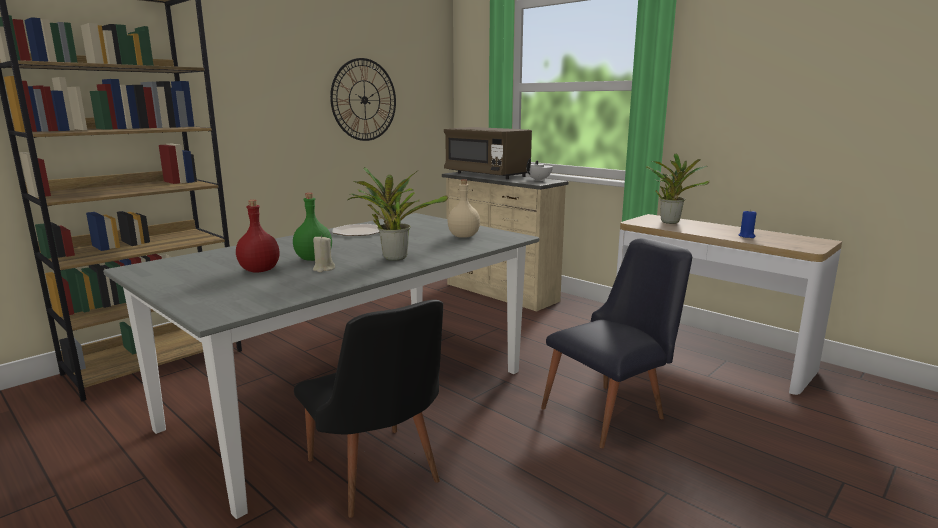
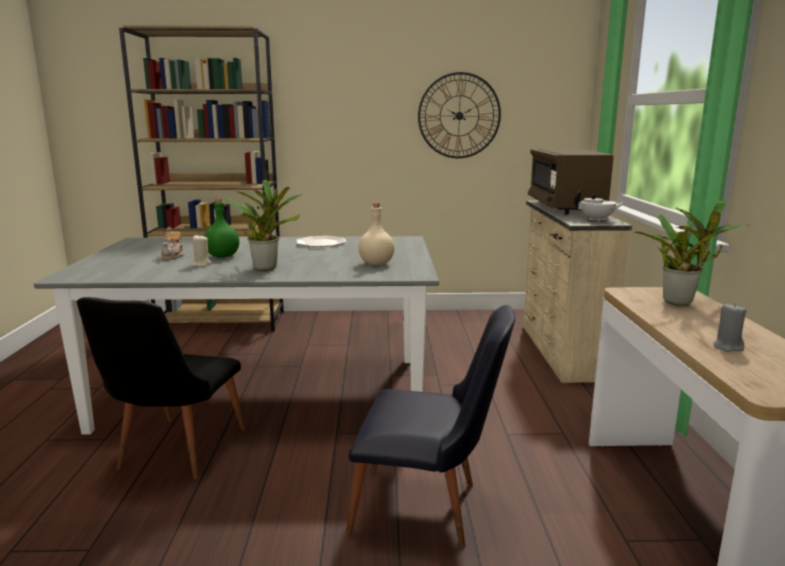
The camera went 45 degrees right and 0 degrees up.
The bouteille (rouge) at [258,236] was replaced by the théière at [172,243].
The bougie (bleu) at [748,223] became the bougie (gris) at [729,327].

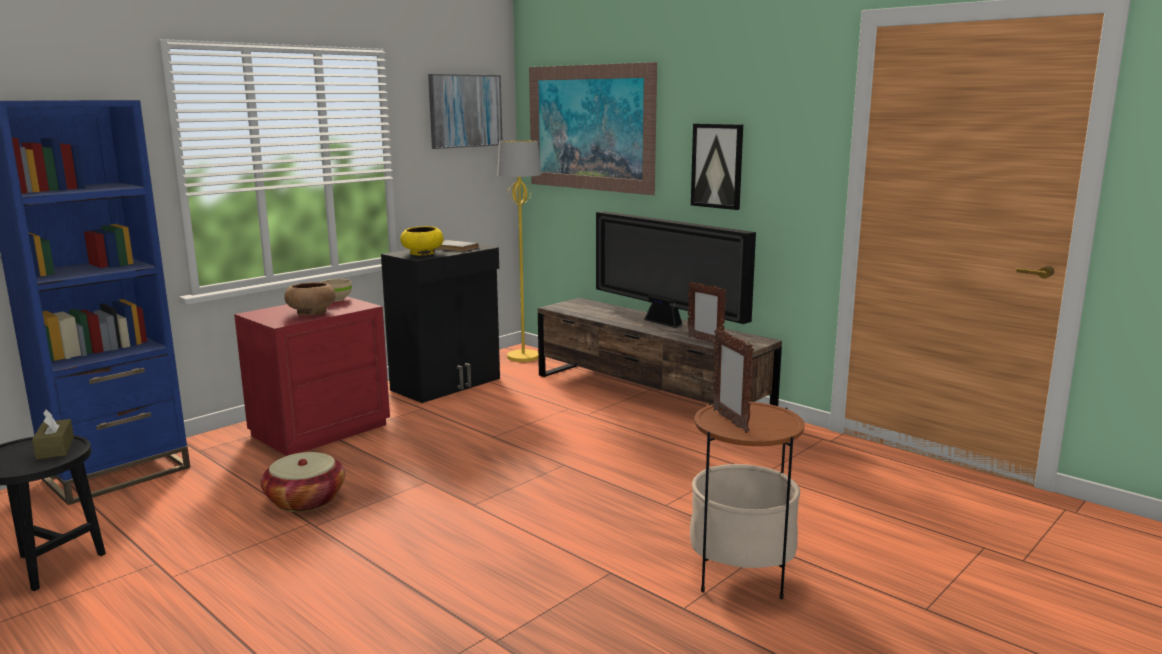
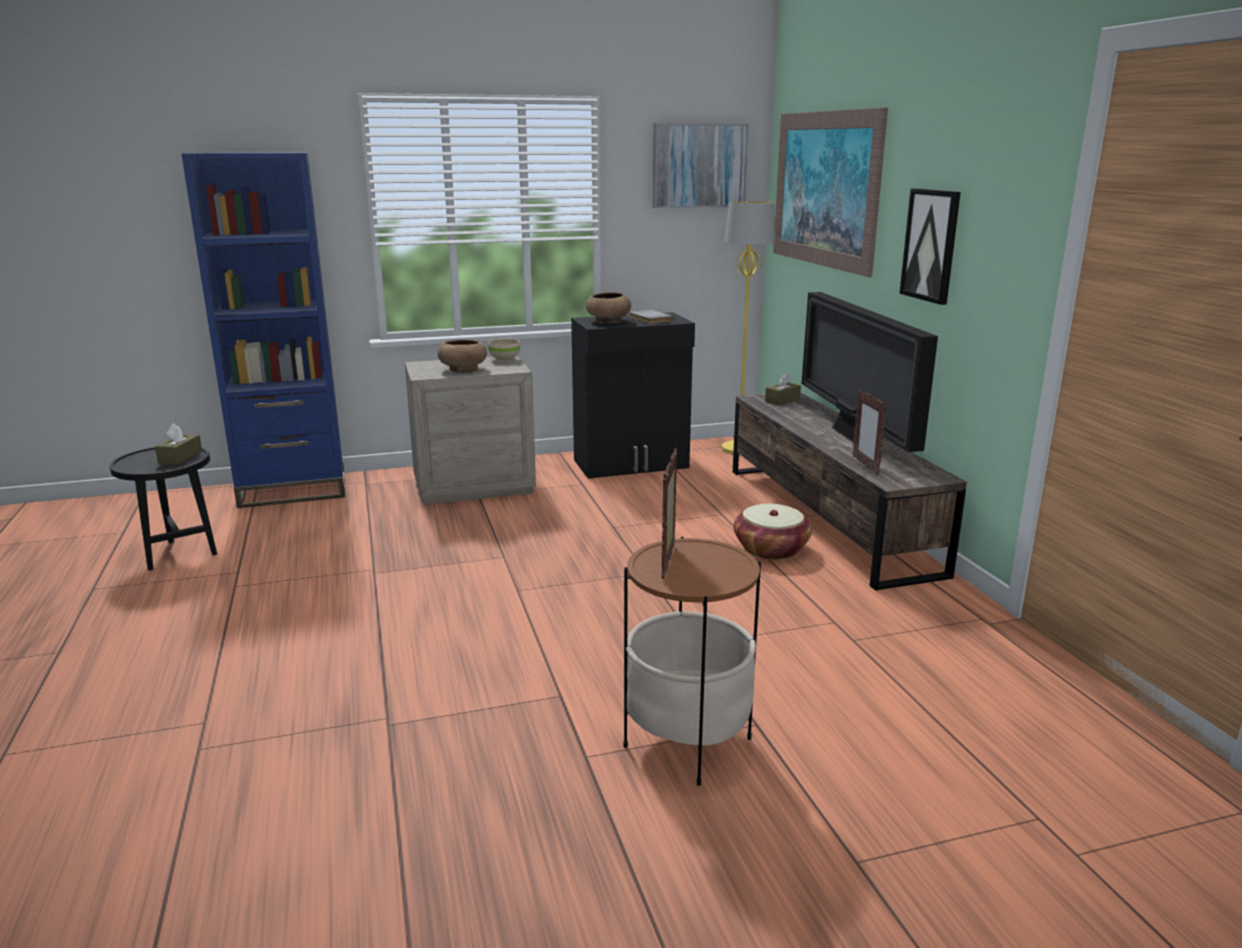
The camera went 30 degrees right and 5 degrees up.
The table de chevet (rouge) at [312,376] became the table de chevet (beige) at [470,430].
The bol (jaune) at [422,240] became the bol (marron) at [608,308].
The panier moved from [303,482] to [773,532].
The boîte à mouchoirs (marron) at [783,389] appeared.

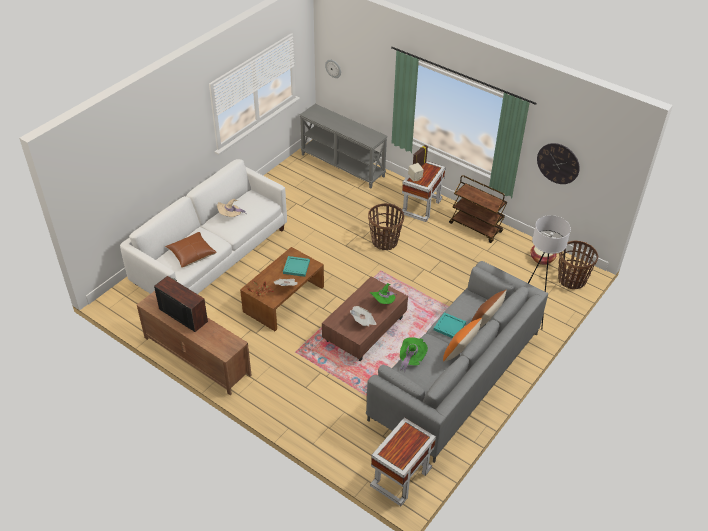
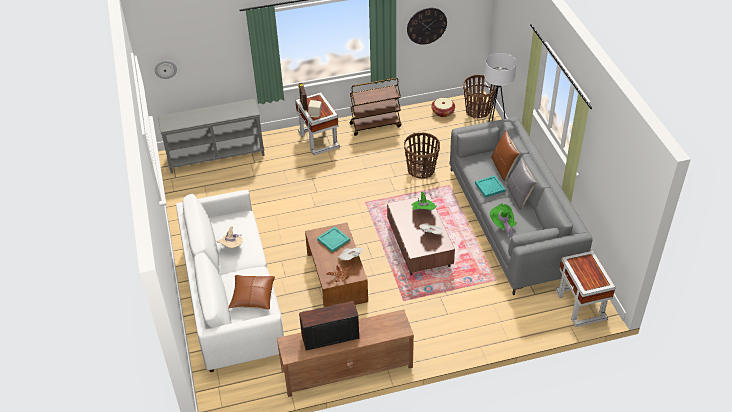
The camera went 50 degrees left and 0 degrees up.
The panier moved from [386,226] to [422,156].
The coussin (orange) at [463,339] became the coussin (gris) at [521,183].

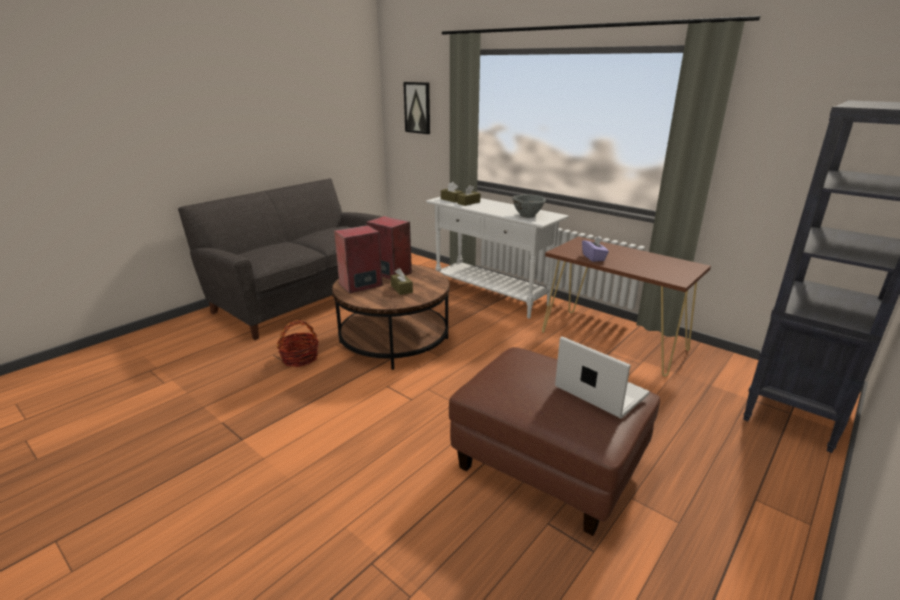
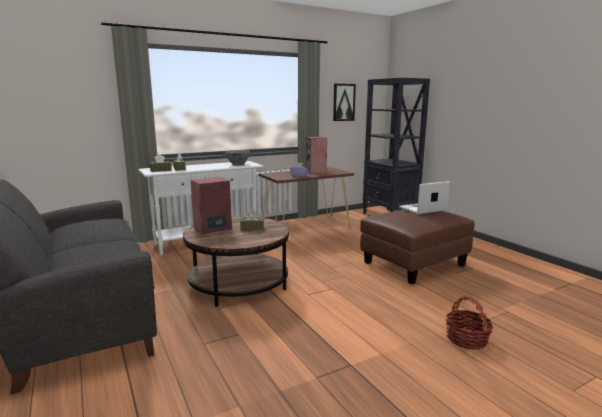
The camera went 70 degrees left and 10 degrees down.
The enceinte moved from [358,259] to [316,155].
The tableau moved from [416,108] to [344,102].
The panier moved from [298,343] to [470,322].

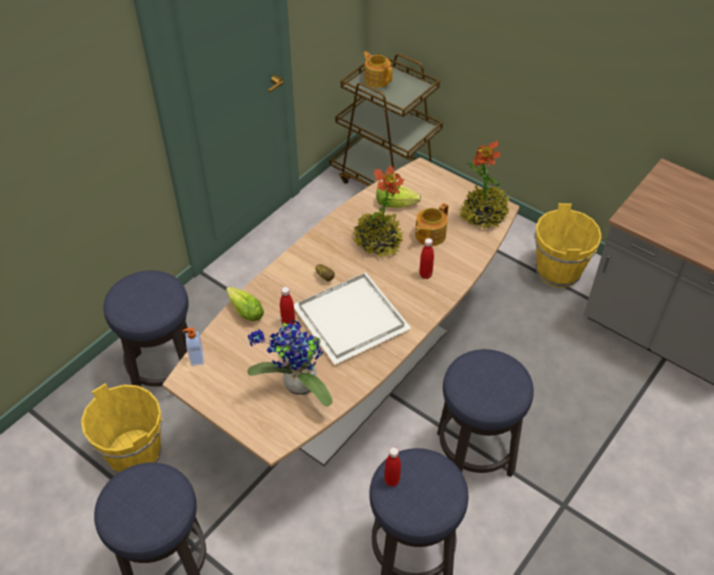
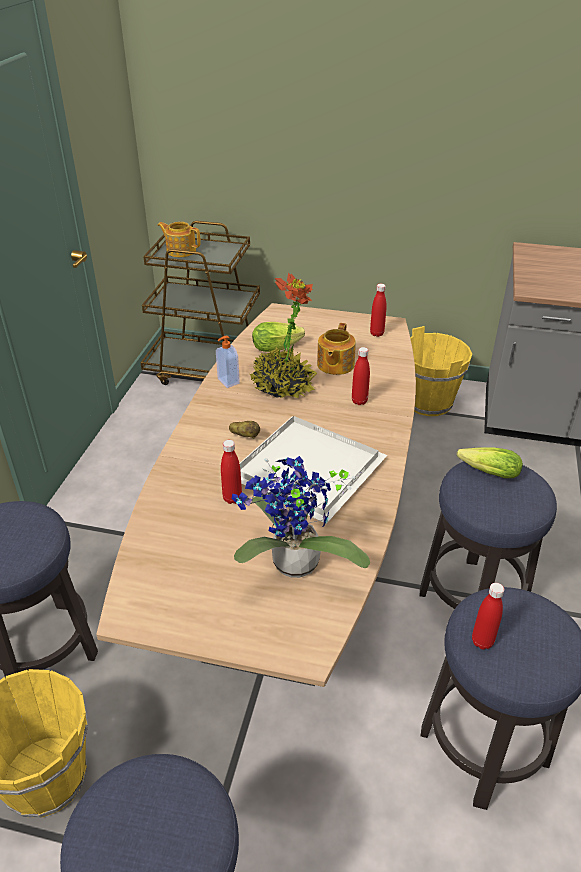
The camera went 25 degrees left and 10 degrees down.
The distributeur de savon moved from [193,347] to [228,362].
The plante en pot at [484,184] was replaced by the bouteille (rouge) at [378,310].
The laitue moved from [245,304] to [490,462].

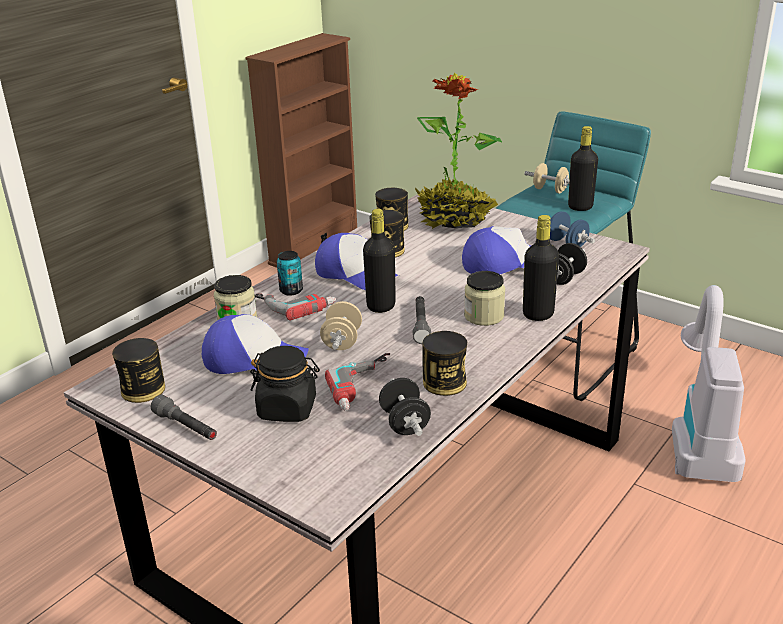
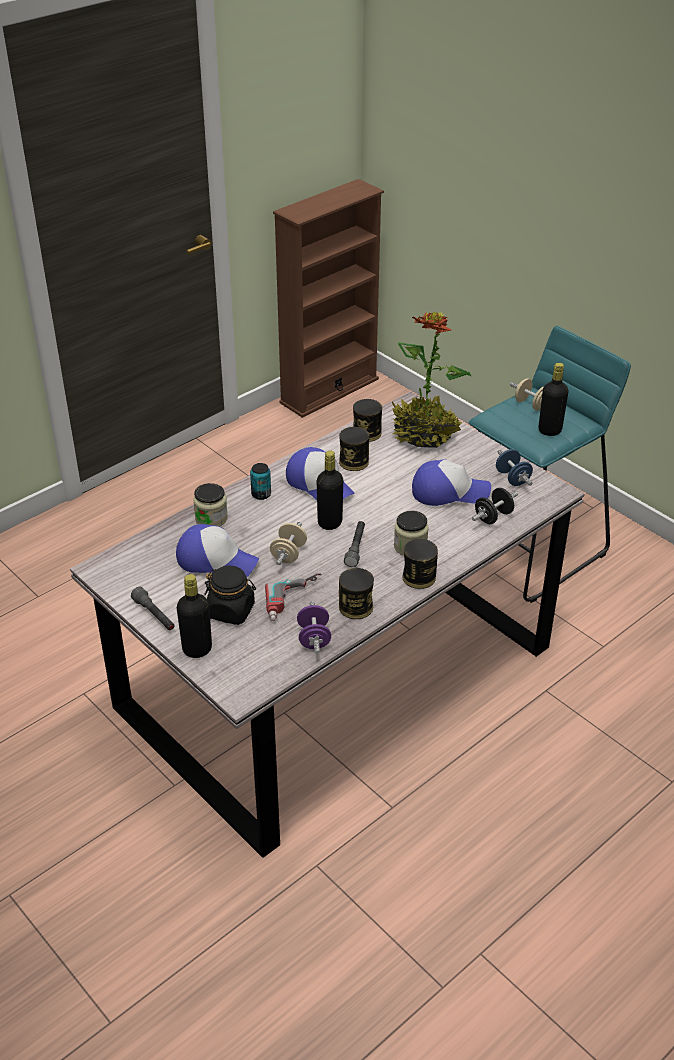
The camera went 10 degrees right and 10 degrees up.
The bouteille (noir) moved from [541,268] to [194,616].
The haltère (noir) at [405,407] became the haltère (violet) at [314,627].
The boîte métallique moved from [138,370] to [420,564].
The perceuse at [295,307] disappeared.
The aspirateur at [709,383] disappeared.

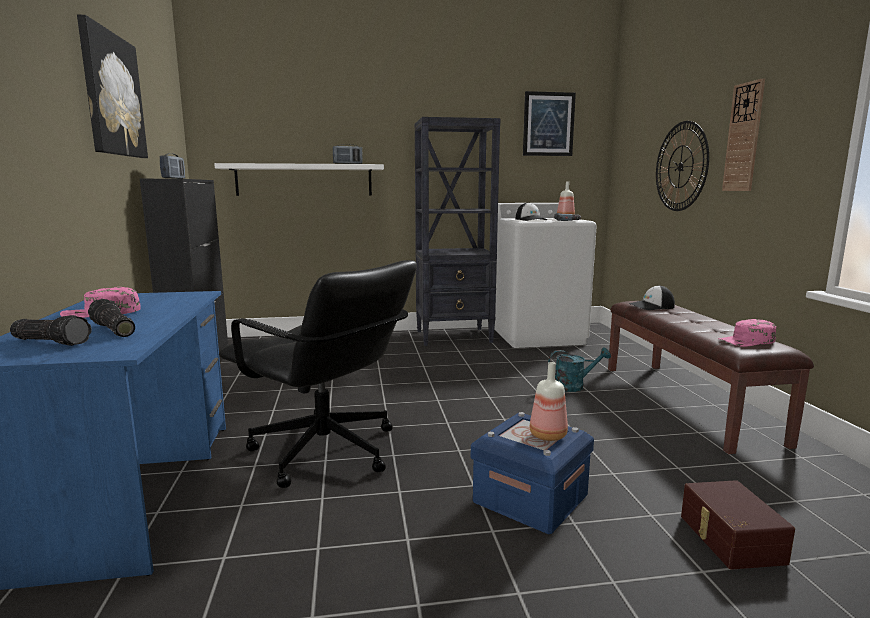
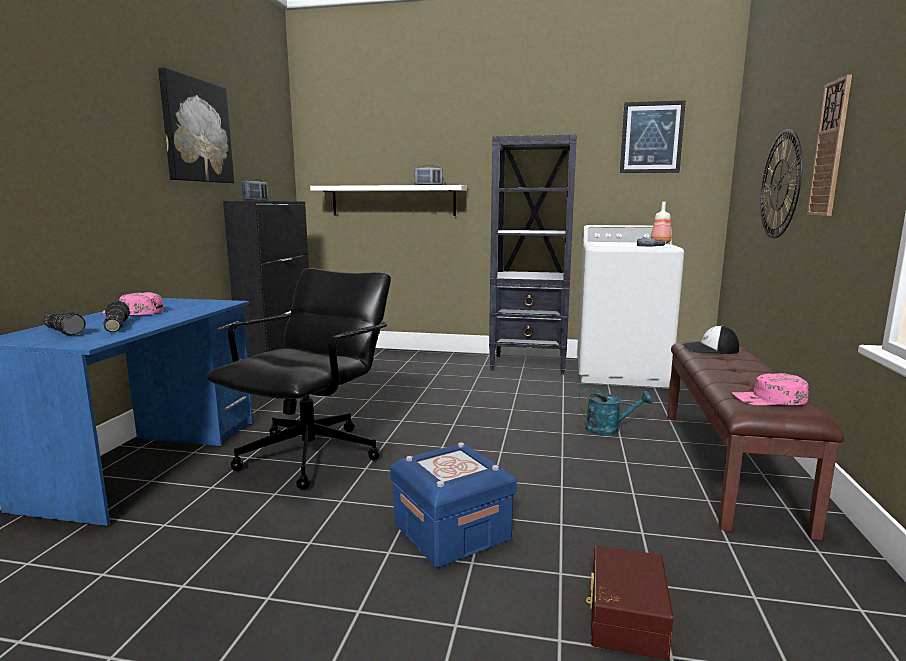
The camera went 20 degrees right and 0 degrees up.
The chaise de bureau (noir) at [318,374] turned 120 degrees counterclockwise.
The casquette at [531,211] disappeared.
The bouteille at [549,401] disappeared.

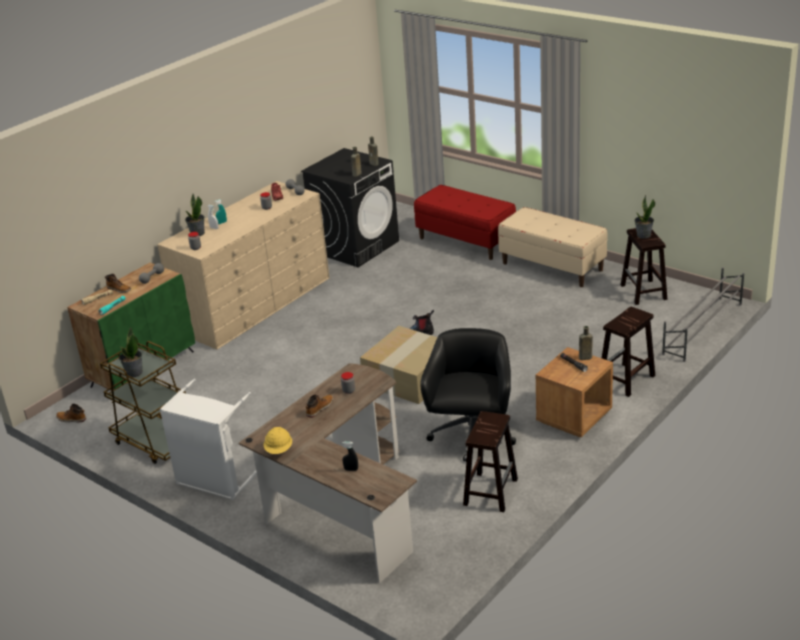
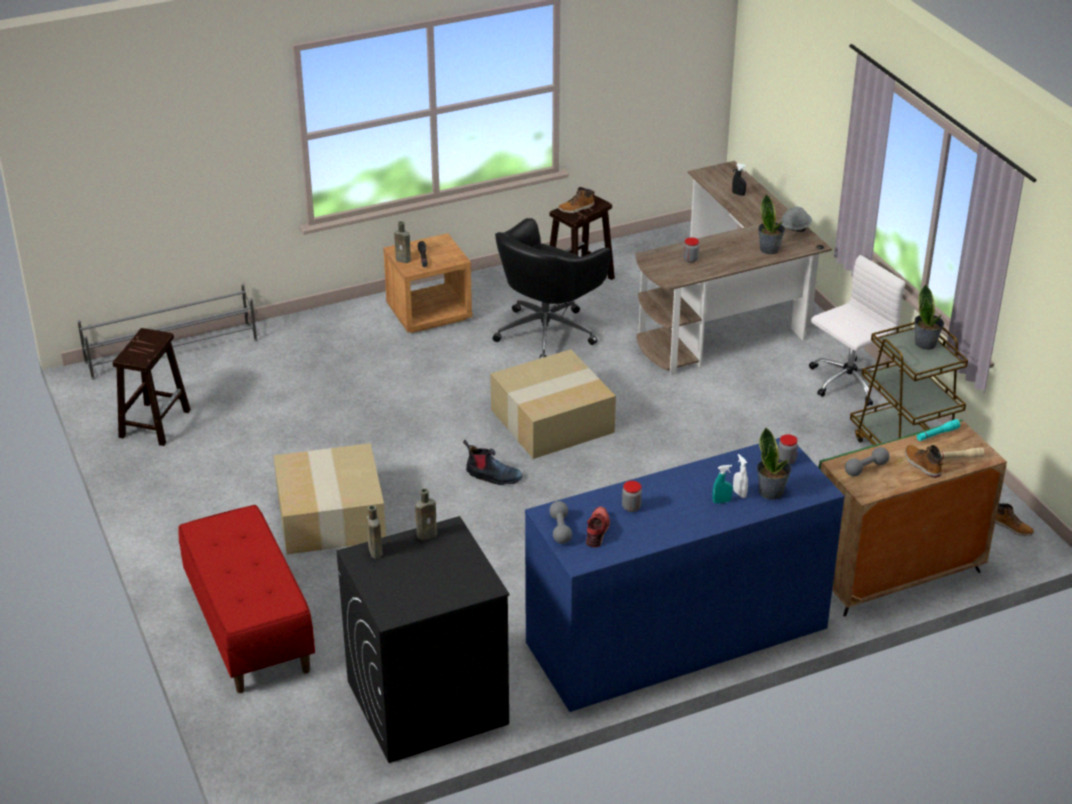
The camera went 155 degrees left and 5 degrees up.
The carton at [329,499] appeared.
The commode (beige) at [243,265] became the commode (bleu) at [684,575].
The botte moved from [319,406] to [576,200].
The plante en pot moved from [645,217] to [771,224].
The casque de chantier (jaune) at [278,440] became the casque de chantier (gris) at [796,219].
The panier à linge (blanc) at [208,439] was replaced by the chaise de bureau (blanc) at [857,330].
The banc (beige) at [553,247] disappeared.
The tabouret (marron) at [628,352] disappeared.

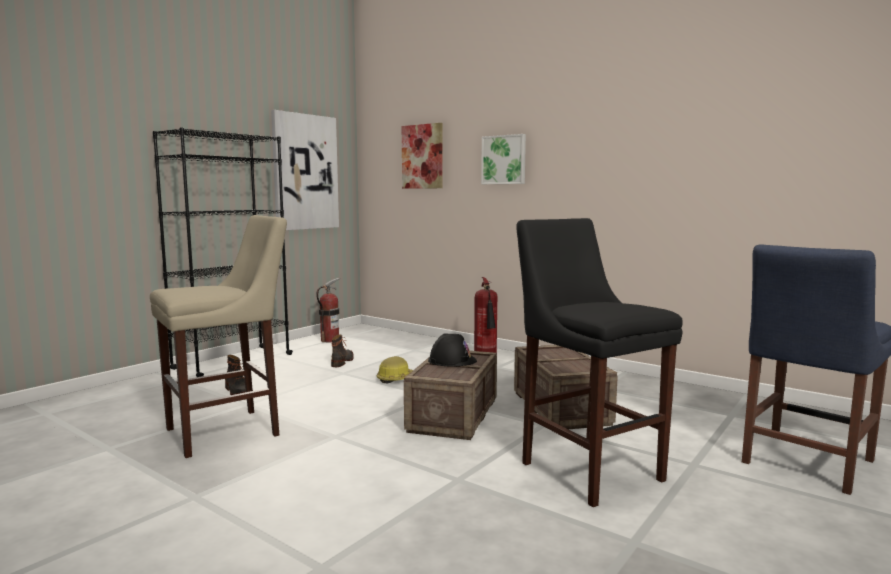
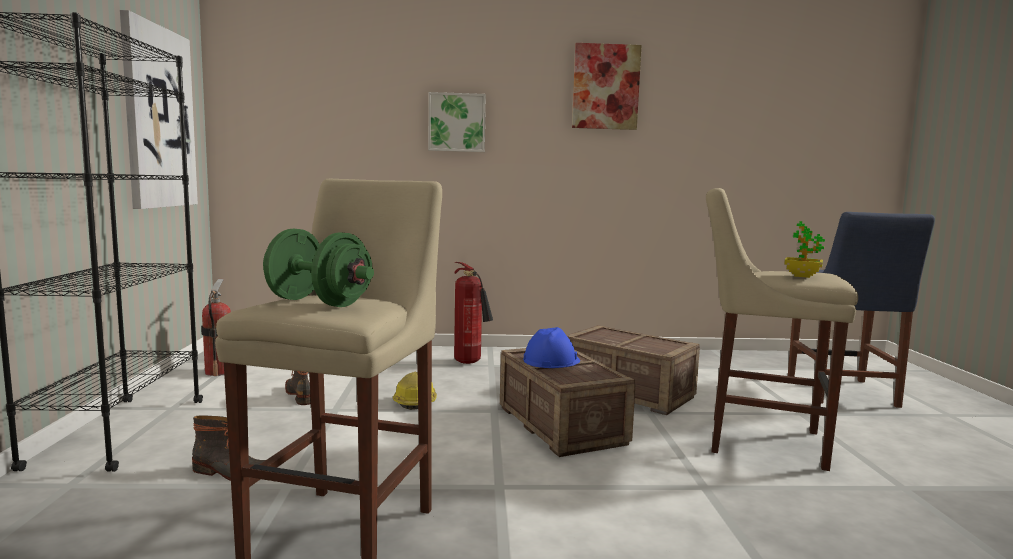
The camera went 40 degrees left and 0 degrees up.
The haltère (vert) at [318,268] appeared.
The casque de chantier (noir) at [452,350] became the casque de chantier (bleu) at [551,347].
The tableau moved from [422,156] to [607,86].
The tabouret (noir) at [599,362] became the tabouret (beige) at [782,329].
The plante en pot at [804,249] appeared.

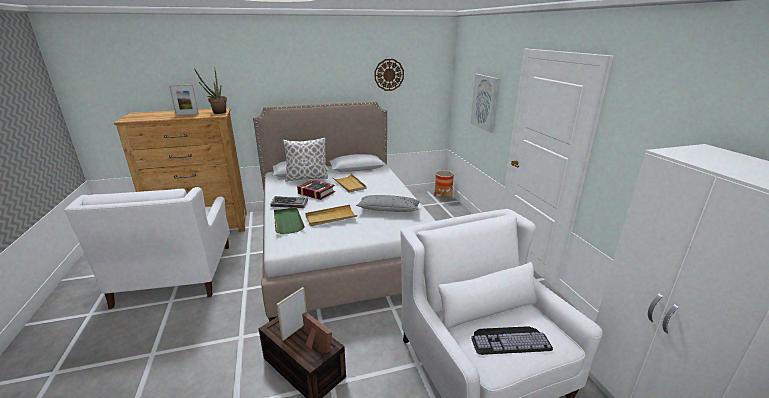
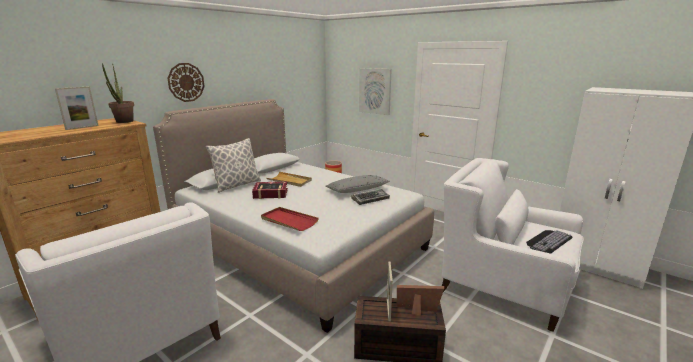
The camera went 35 degrees left and 5 degrees down.
The horloge murale moved from [389,75] to [186,82].
The plateau (vert) at [289,220] became the plateau (rouge) at [290,219].
The clavier moved from [289,202] to [370,197].
The plateau (beige) at [331,215] disappeared.

